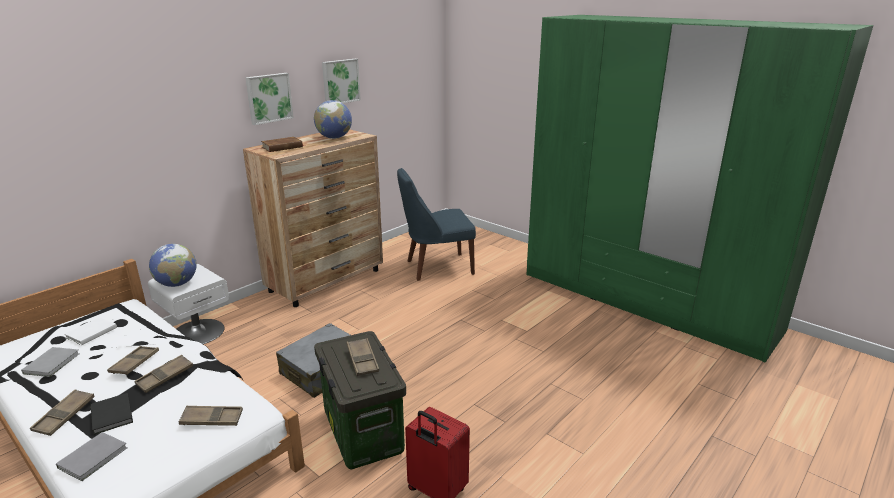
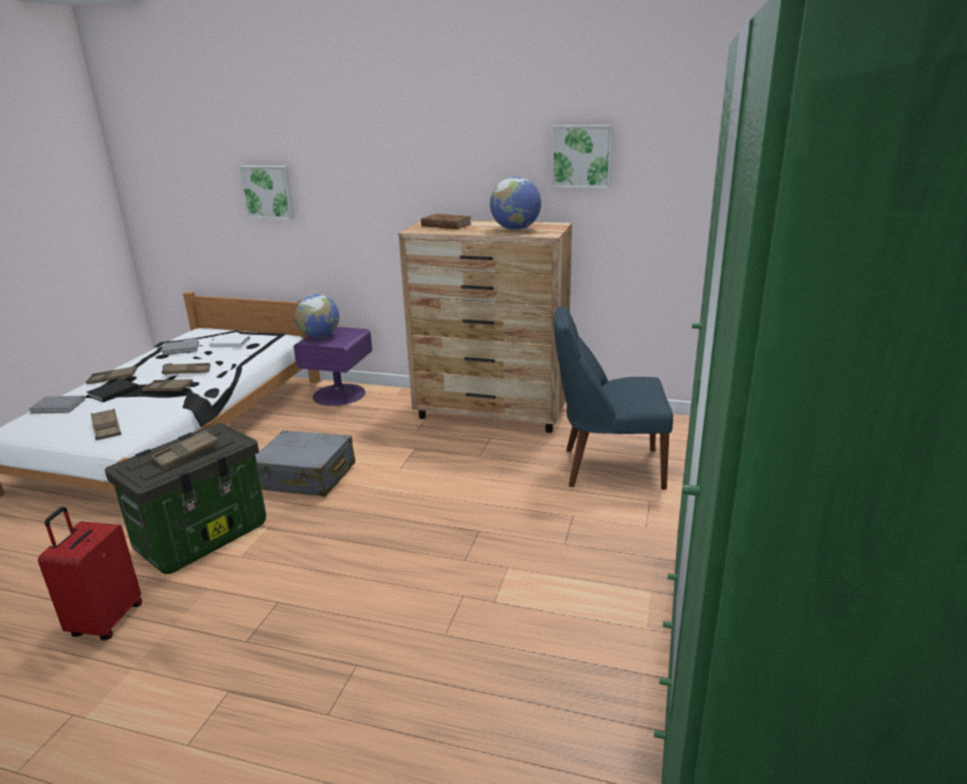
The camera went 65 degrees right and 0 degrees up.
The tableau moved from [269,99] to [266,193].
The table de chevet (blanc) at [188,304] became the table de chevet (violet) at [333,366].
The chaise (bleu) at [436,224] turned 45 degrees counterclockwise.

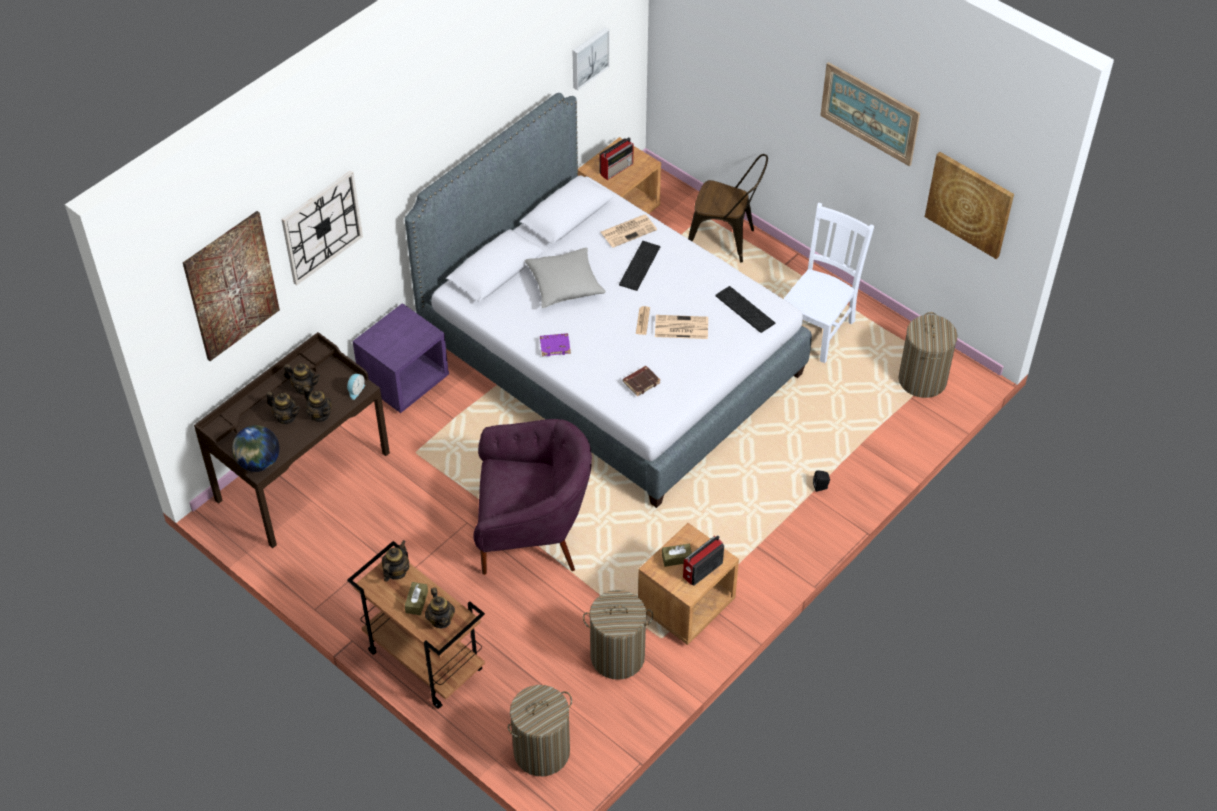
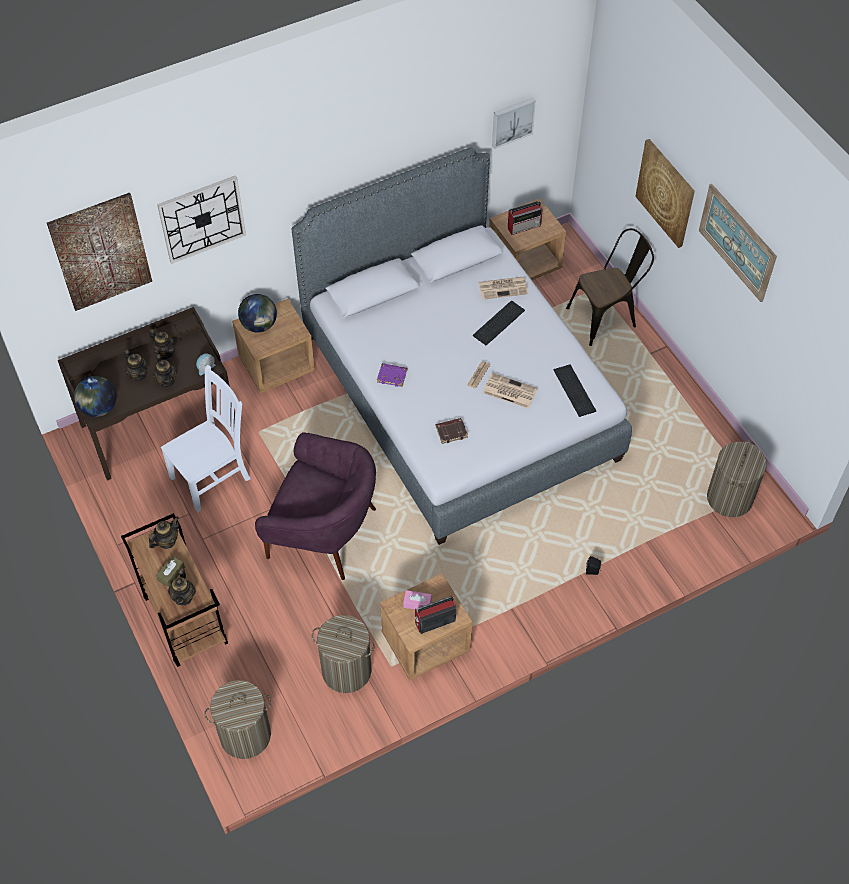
The camera went 20 degrees right and 5 degrees up.
The chaise (blanc) moved from [829,283] to [206,438].
The table de chevet (violet) at [401,358] became the table de chevet (marron) at [273,346].
The globe at [257,313] appeared.
The boîte à mouchoirs (marron) at [677,555] became the boîte à mouchoirs (rose) at [417,599].
The chaise (marron) at [728,208] turned 60 degrees counterclockwise.
The tableau moved from [969,205] to [665,193].
The coussin (gris) at [565,278] disappeared.

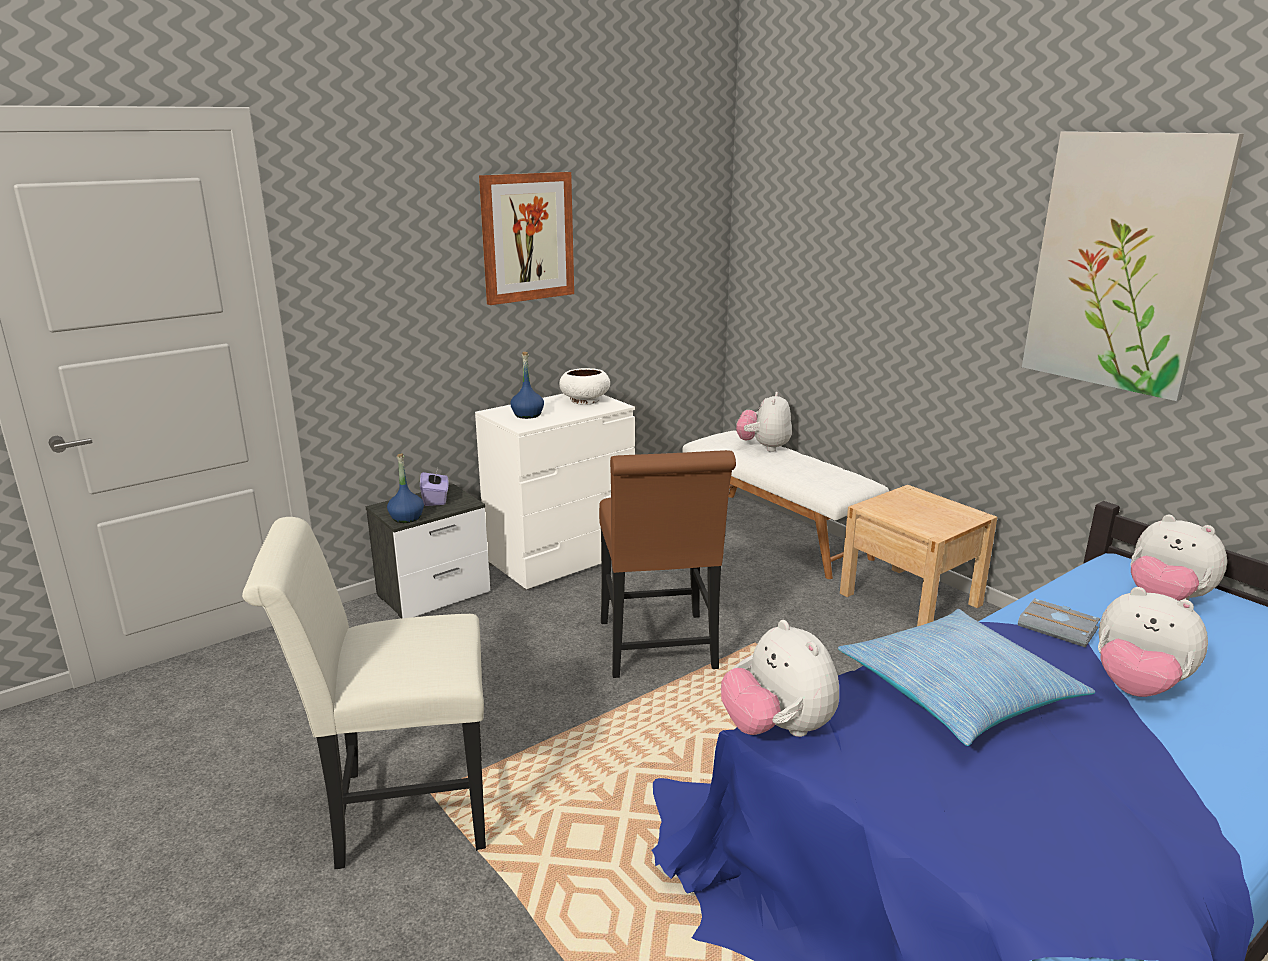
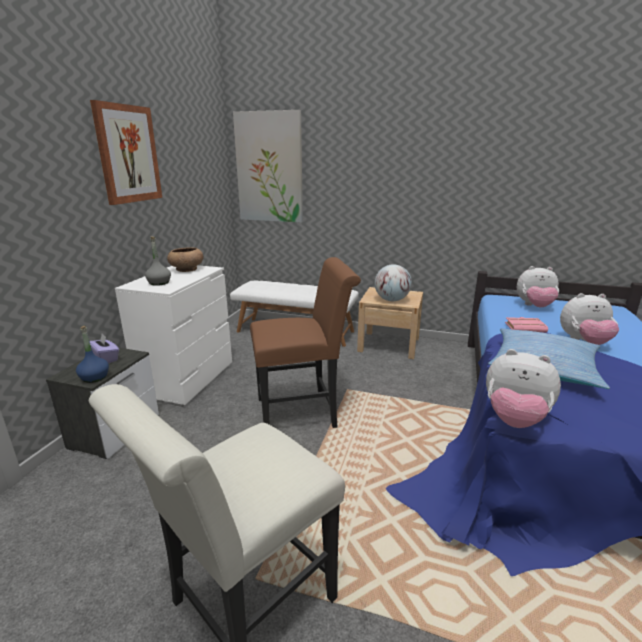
The camera went 35 degrees left and 0 degrees up.
The bouteille (bleu) at [527,385] became the bouteille (gris) at [158,261].
The bol (blanc) at [584,386] became the bol (marron) at [185,259].
The tableau moved from [1133,266] to [268,166].
The chaise (marron) at [667,564] turned 60 degrees counterclockwise.
The globe at [393,282] appeared.
The livre (gris) at [1059,623] became the livre (rose) at [526,324].
The peluche at [764,422] disappeared.

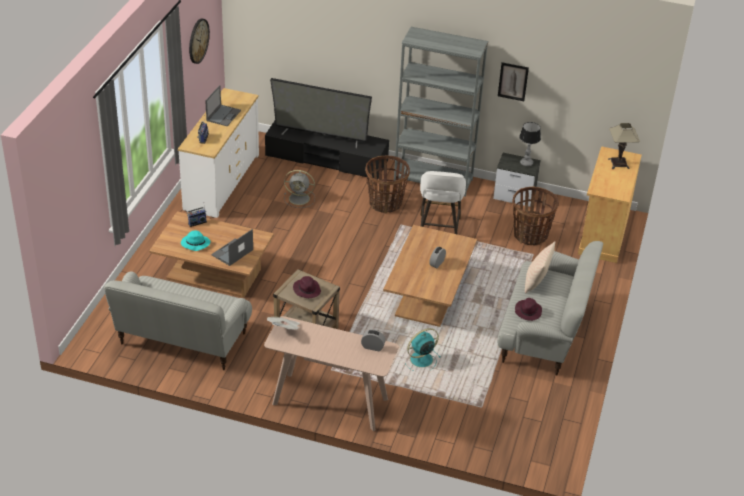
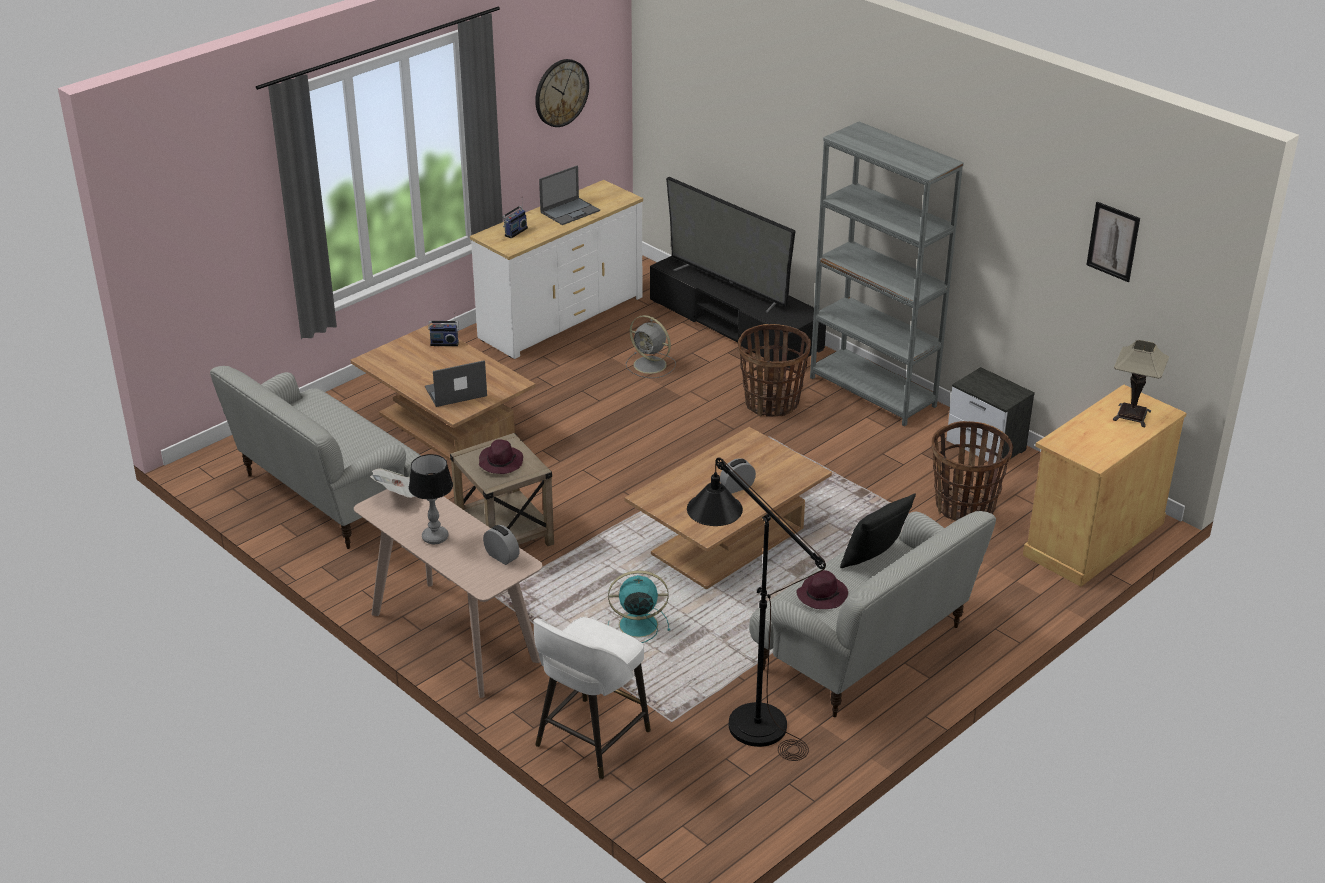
The camera went 30 degrees right and 5 degrees down.
The lampe de table moved from [530,144] to [431,499].
The tabouret (blanc) moved from [443,203] to [592,698].
The lampadaire (noir) at [756,609] appeared.
The coussin (beige) at [540,267] became the coussin (noir) at [878,530].
The tableau moved from [513,81] to [1113,242].
The chapeau (turquoise) at [195,241] disappeared.

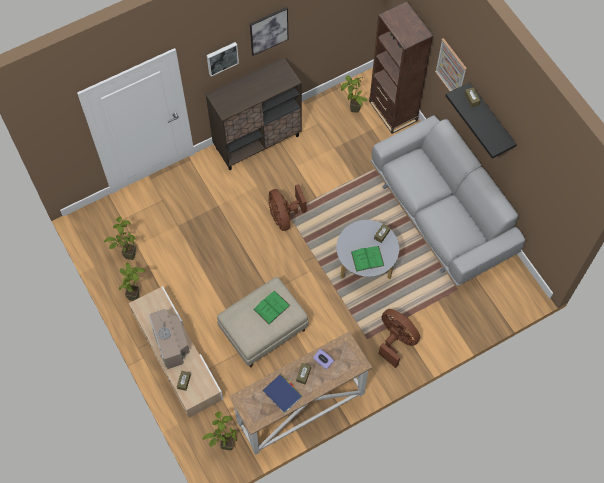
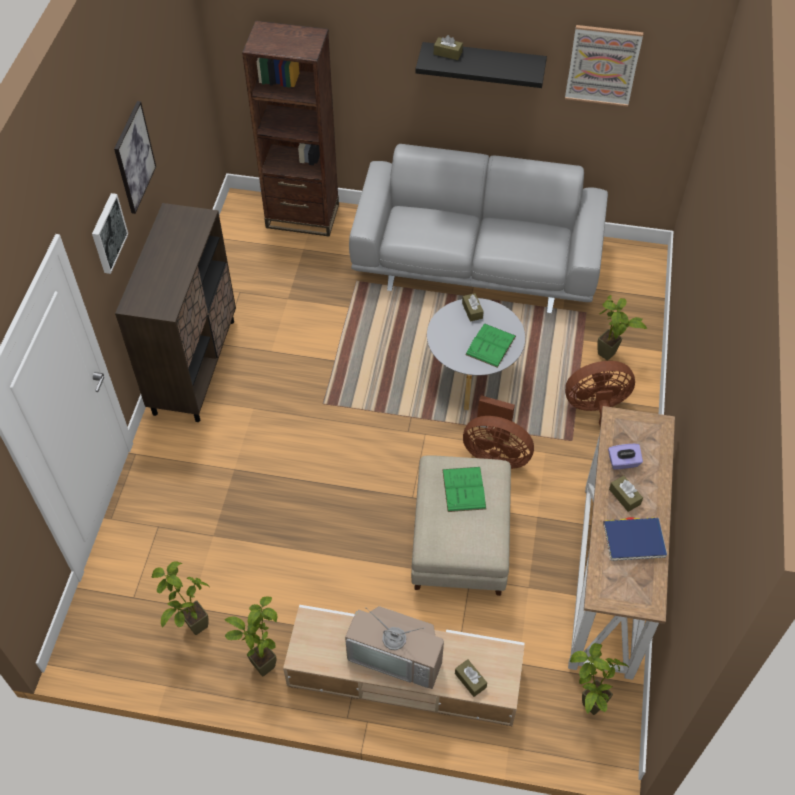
The camera went 50 degrees left and 10 degrees down.
The ventilateur (marron) moved from [287,207] to [498,432].
The tableau moved from [451,65] to [604,66].
The plante en pot moved from [354,94] to [622,328].

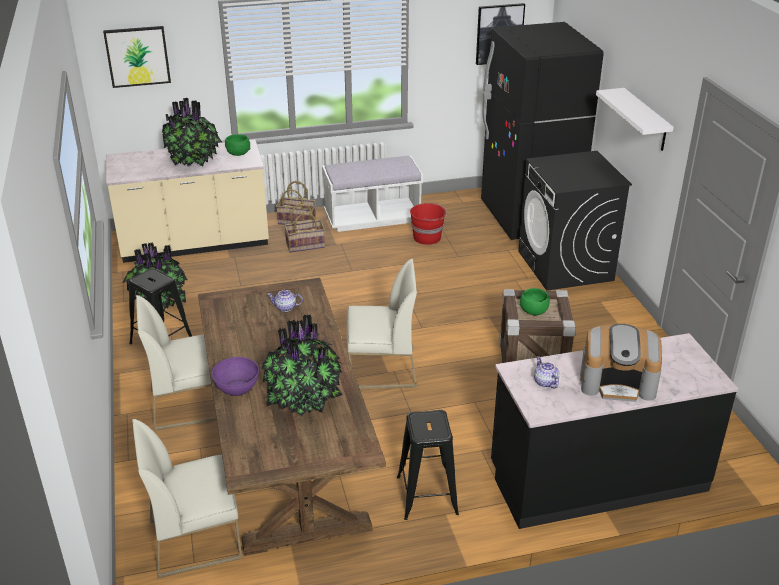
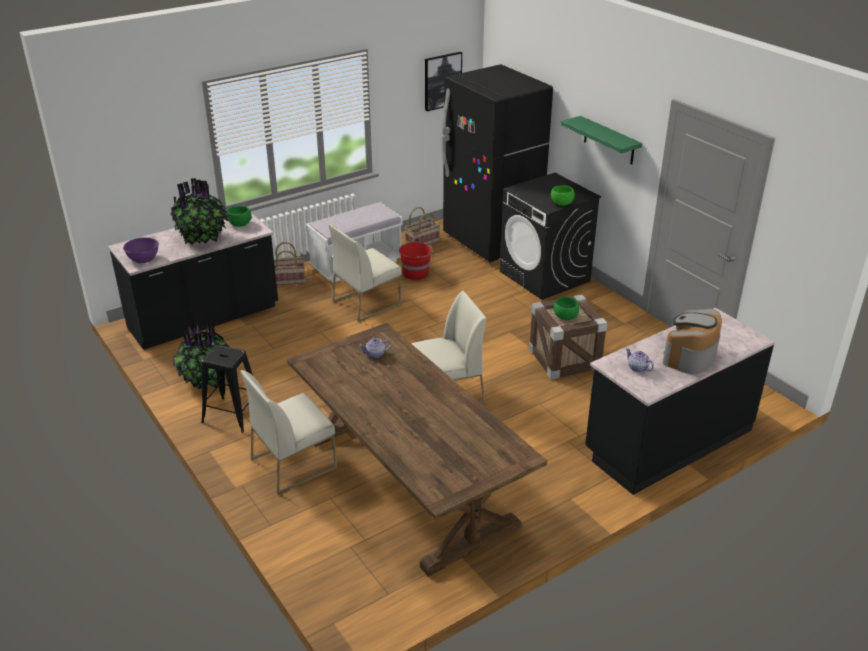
The camera went 20 degrees left and 0 degrees up.
The comptoir de cuisine (beige) at [187,201] became the comptoir de cuisine (noir) at [193,281].
The bol (violet) moved from [235,376] to [141,250].
The chaise (blanc) moved from [187,498] to [364,273].
The panier moved from [304,228] to [422,226].
The bol (vert) at [563,195] appeared.
The étagère (blanc) at [635,119] became the étagère (vert) at [601,140].
The machine à café at [621,363] turned 135 degrees clockwise.
The tableau at [137,57] disappeared.
The plante en pot at [302,365] disappeared.
The tabouret (noir) at [428,465] disappeared.

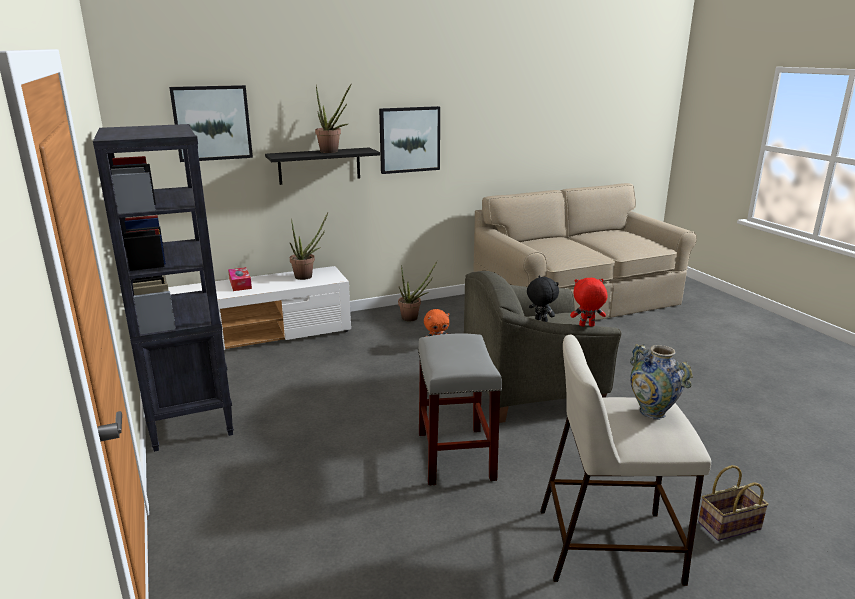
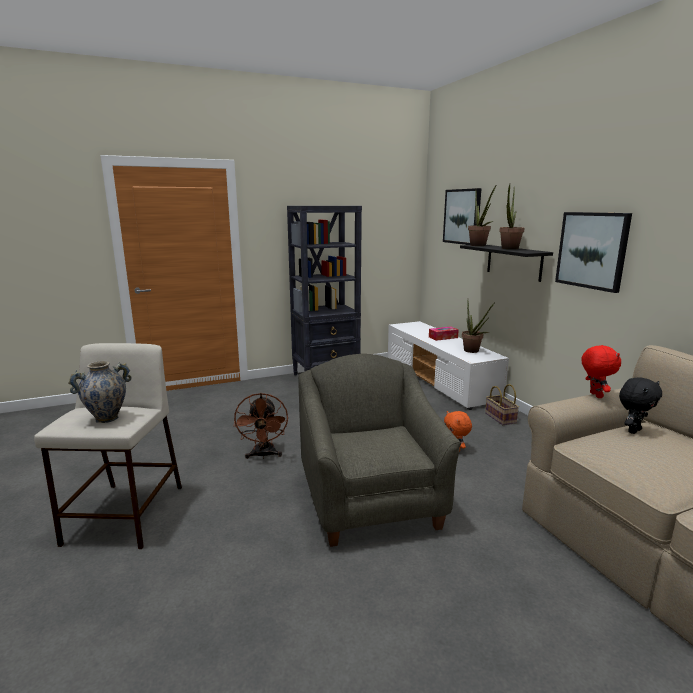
The camera went 90 degrees right and 5 degrees down.
The tabouret (gris) at [460,409] was replaced by the ventilateur (marron) at [261,426].
The plante en pot moved from [417,291] to [482,216].
The panier moved from [733,503] to [502,404].
The peluche (rouge) moved from [589,302] to [601,371].
The peluche (noir) moved from [543,299] to [640,405].

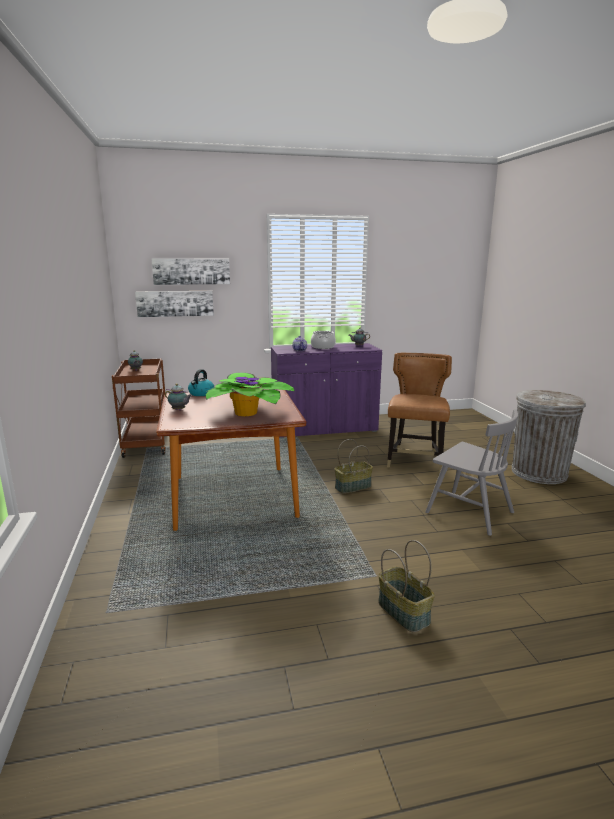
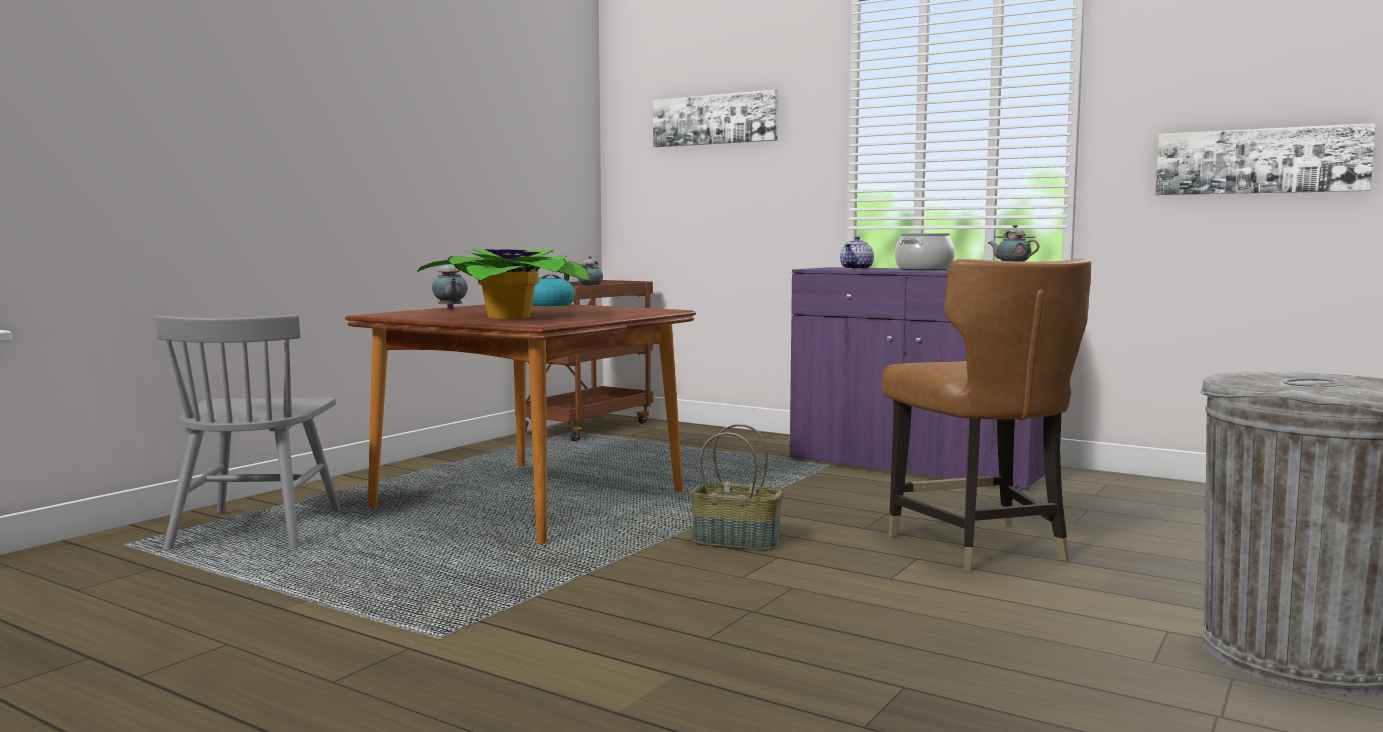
The camera went 45 degrees right and 10 degrees down.
The chaise (gris) moved from [471,472] to [247,432].
The chaise (marron) at [419,412] turned 105 degrees clockwise.
The tableau moved from [174,304] to [1265,159].
The panier at [406,586] disappeared.

